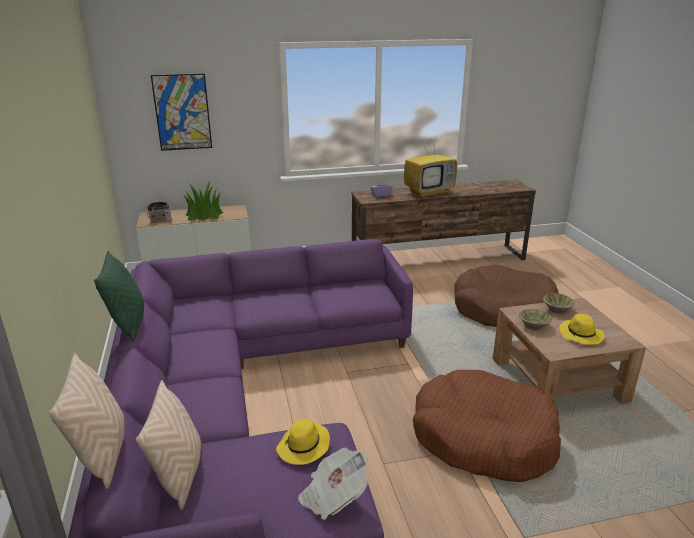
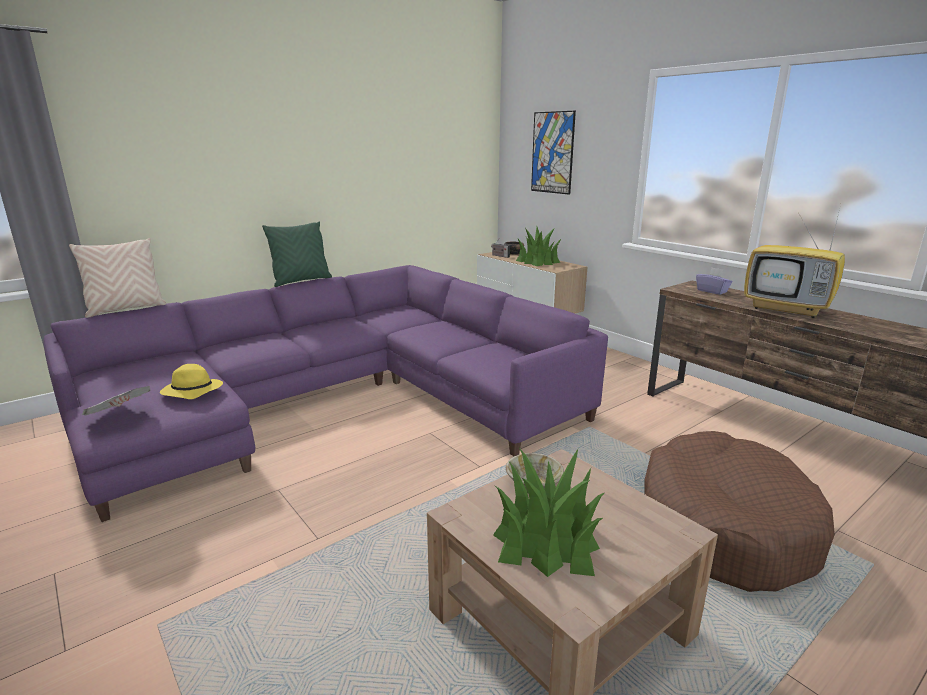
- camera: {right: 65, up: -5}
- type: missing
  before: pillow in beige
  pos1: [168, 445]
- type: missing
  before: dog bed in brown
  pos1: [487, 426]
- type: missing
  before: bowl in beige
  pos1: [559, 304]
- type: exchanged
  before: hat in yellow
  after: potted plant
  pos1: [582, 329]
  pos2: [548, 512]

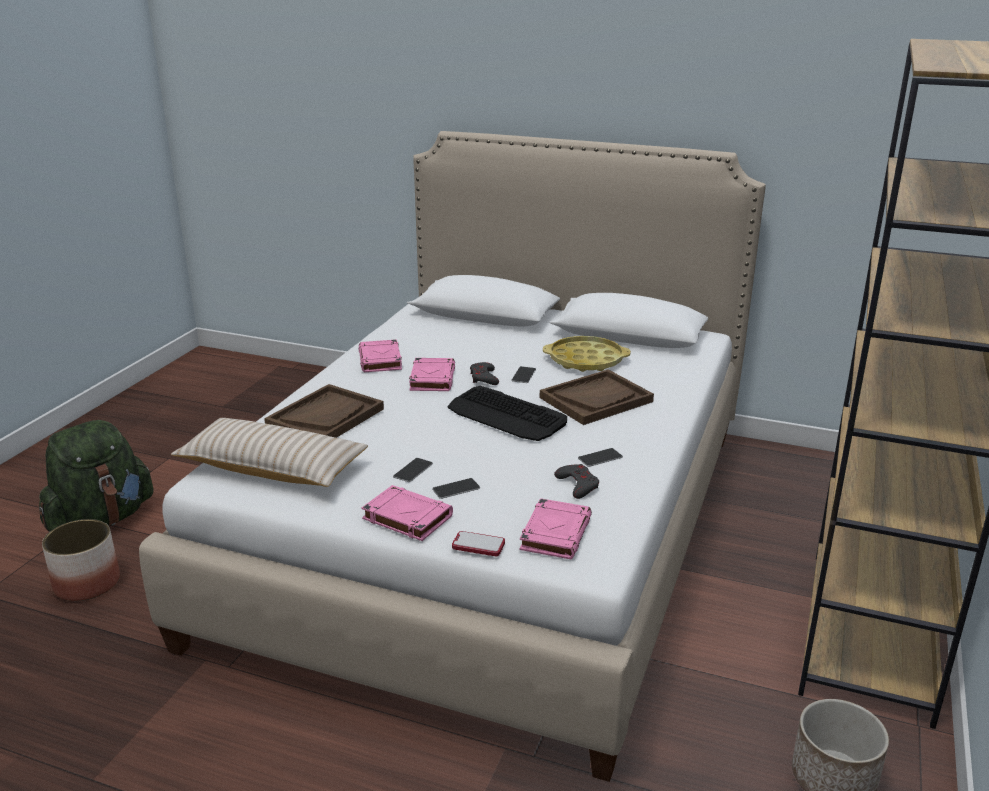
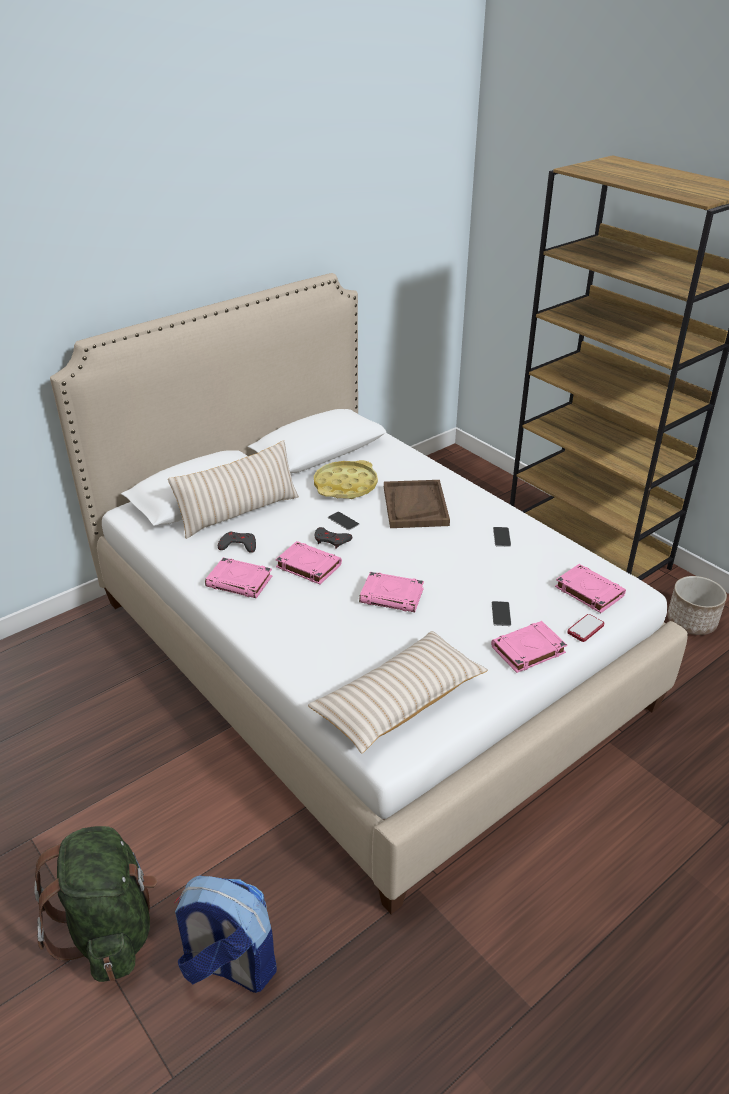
- camera: {right: -60, up: 10}
- type: missing
  before: tray in brown
  pos1: [324, 411]
- type: missing
  before: phone
  pos1: [413, 470]
- type: missing
  before: keyboard
  pos1: [507, 413]
- type: appeared
  after: pillow in beige
  pos2: [233, 489]
- type: appeared
  after: book in pink
  pos2: [391, 592]
- type: relocated
  before: game controller in grey
  pos1: [576, 481]
  pos2: [237, 542]
- type: exchanged
  before: planter
  after: backpack
  pos1: [81, 560]
  pos2: [226, 934]

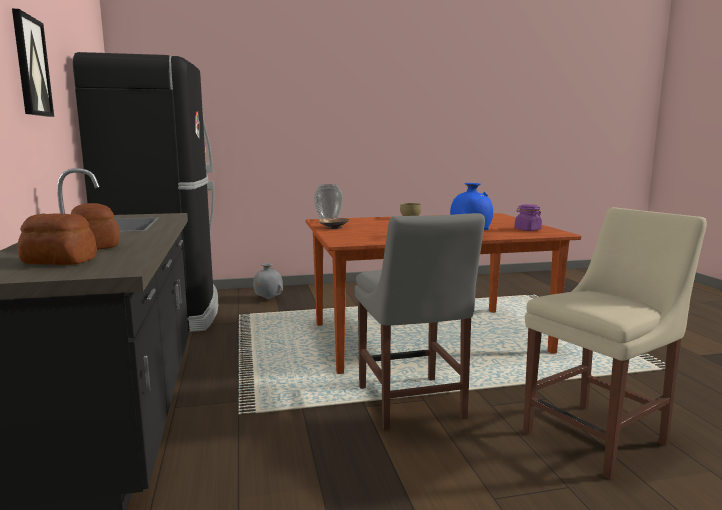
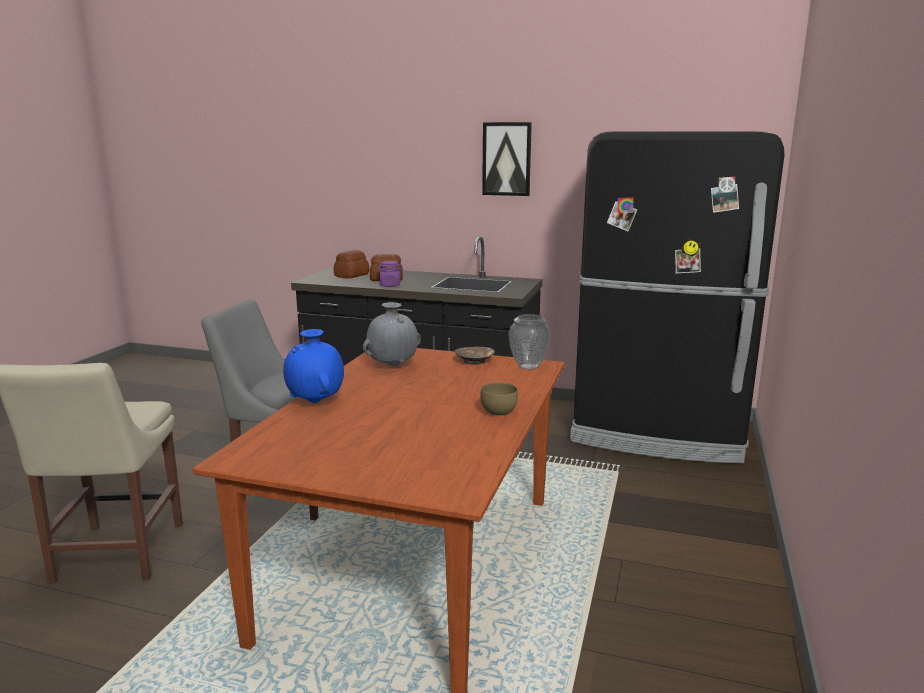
- camera: {right: 120, up: 5}
- type: relocated
  before: vase in grey
  pos1: [268, 281]
  pos2: [392, 334]
- type: relocated
  before: jar in purple
  pos1: [528, 217]
  pos2: [390, 274]

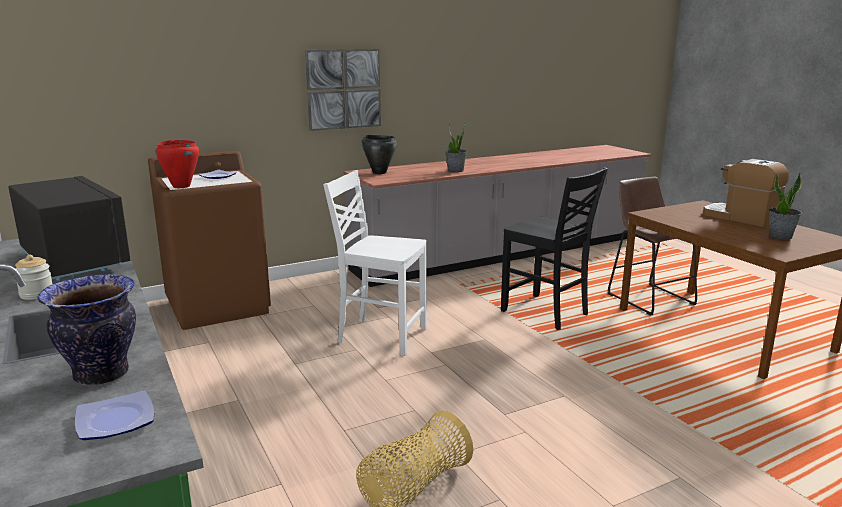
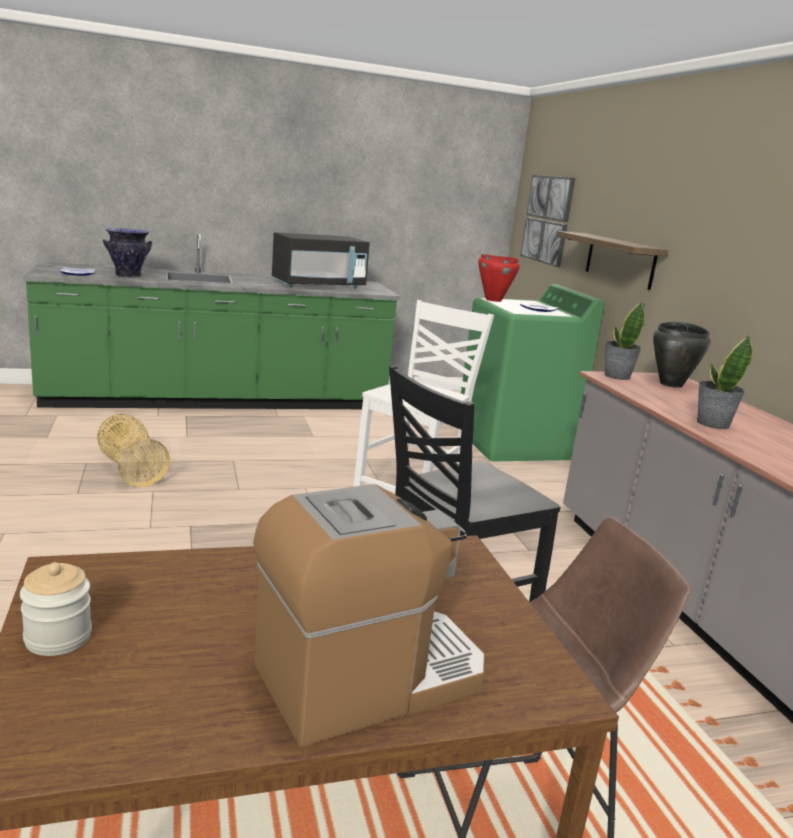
- camera: {right: 100, up: 0}
- type: appeared
  after: shelf
  pos2: [612, 260]
- type: relocated
  before: jar
  pos1: [33, 277]
  pos2: [56, 609]
- type: relocated
  before: picture
  pos1: [343, 90]
  pos2: [547, 221]
- type: relocated
  before: potted plant
  pos1: [785, 206]
  pos2: [624, 340]
- type: colour
  before: washing machine in brown
  after: washing machine in green
  pos1: [209, 240]
  pos2: [533, 372]

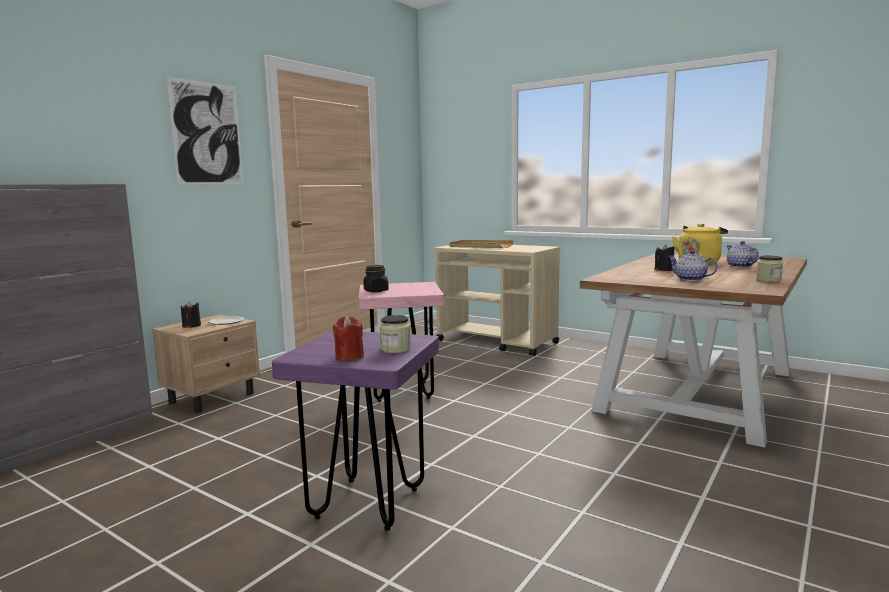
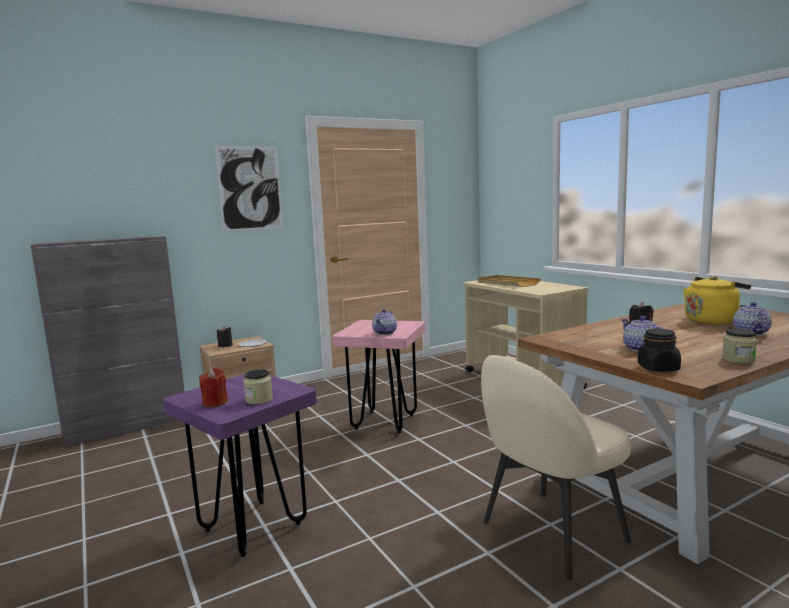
- camera: {right: 25, up: 0}
- type: appeared
  after: teapot
  pos2: [384, 322]
- type: appeared
  after: chair in beige
  pos2: [556, 467]
- type: relocated
  before: jar in black
  pos1: [376, 278]
  pos2: [659, 350]

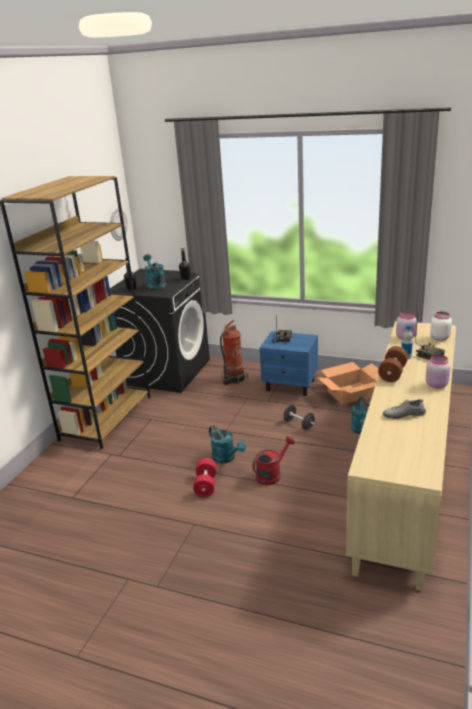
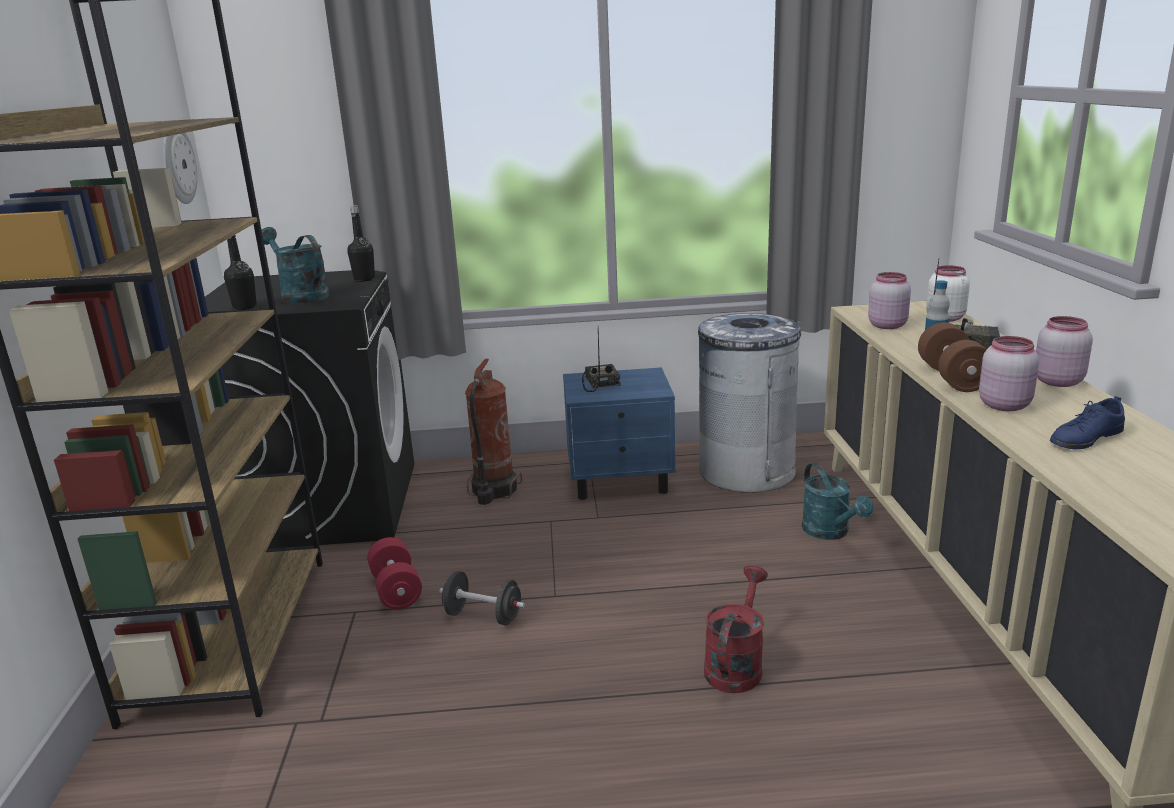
- camera: {right: -25, up: -5}
- type: missing
  before: watering can in turquoise
  pos1: [227, 444]
- type: appeared
  after: jar in pink
  pos2: [1009, 373]
- type: relocated
  before: dumbbell in red
  pos1: [205, 477]
  pos2: [394, 573]
- type: relocated
  before: dumbbell in black
  pos1: [299, 417]
  pos2: [482, 598]
- type: exchanged
  before: cardboard box
  after: trash can in grey
  pos1: [348, 383]
  pos2: [749, 403]
- type: colour
  before: shoe in grey
  after: shoe in blue
  pos1: [404, 409]
  pos2: [1087, 422]

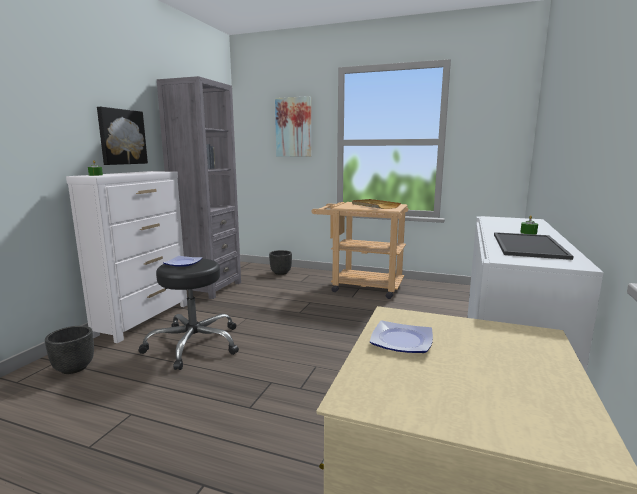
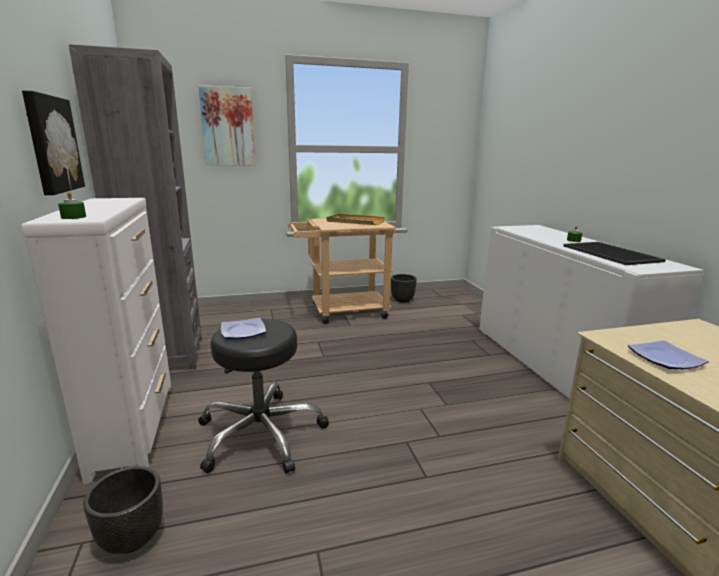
- camera: {right: -35, up: 5}
- type: relocated
  before: planter in black
  pos1: [280, 262]
  pos2: [404, 288]

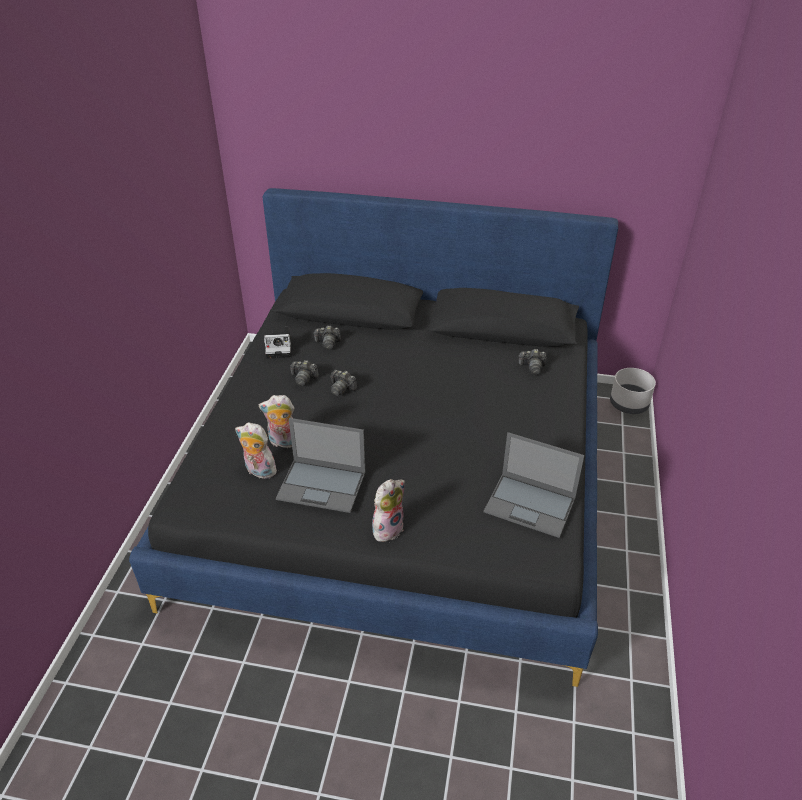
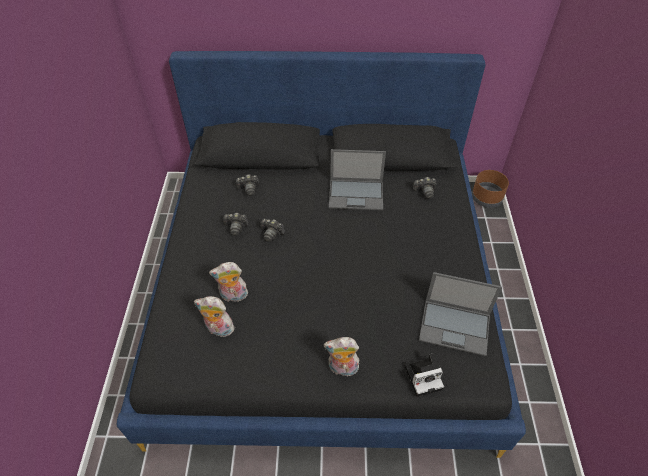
- camera: {right: -10, up: 10}
- type: relocated
  before: photo camera
  pos1: [278, 342]
  pos2: [424, 375]
- type: relocated
  before: laptop
  pos1: [321, 465]
  pos2: [357, 179]
- type: colour
  before: planter in grey
  after: planter in brown
  pos1: [633, 391]
  pos2: [490, 189]
- type: spun
  before: plush toy
  pos1: [388, 510]
  pos2: [341, 356]
  turn: -120

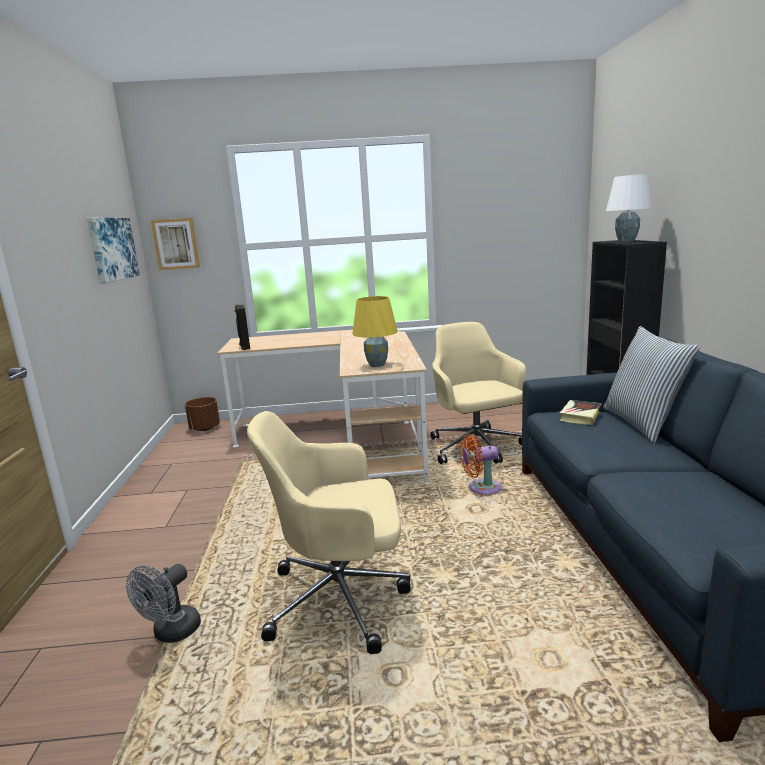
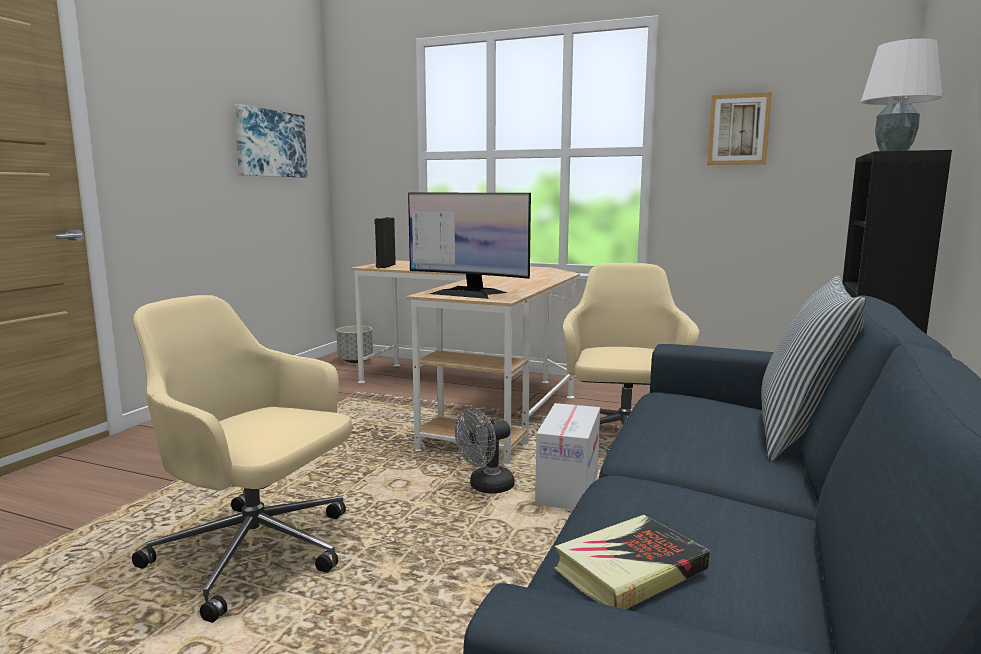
- camera: {right: 25, up: -5}
- type: relocated
  before: fan in grey
  pos1: [163, 603]
  pos2: [484, 451]
- type: relocated
  before: picture
  pos1: [175, 244]
  pos2: [739, 128]
- type: relocated
  before: book
  pos1: [580, 412]
  pos2: [632, 562]
- type: exchanged
  before: table lamp in yellow
  after: monitor
  pos1: [375, 331]
  pos2: [469, 246]
- type: exchanged
  before: fan in orange
  after: cardboard box
  pos1: [481, 464]
  pos2: [567, 456]
- type: colour
  before: planter in brown
  after: planter in grey
  pos1: [202, 414]
  pos2: [355, 344]

